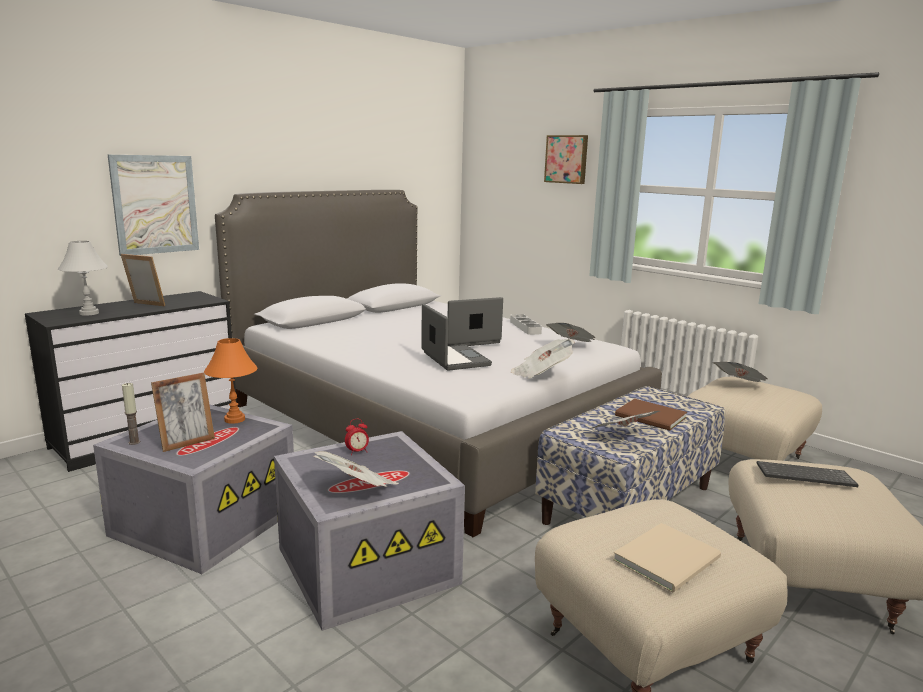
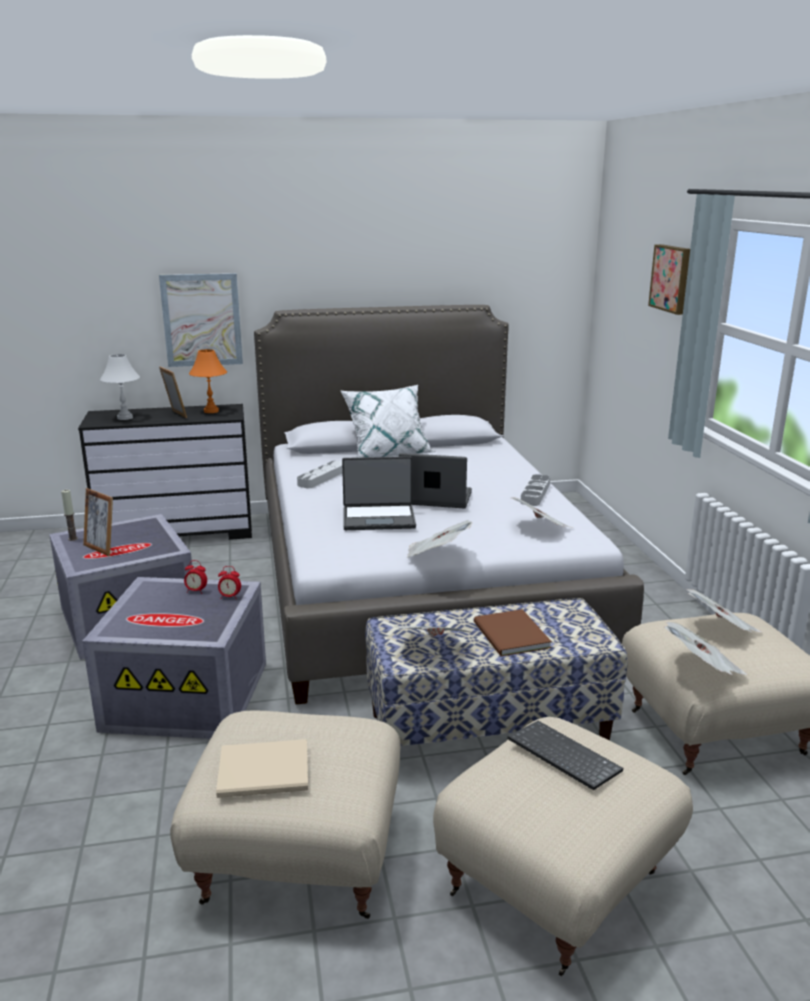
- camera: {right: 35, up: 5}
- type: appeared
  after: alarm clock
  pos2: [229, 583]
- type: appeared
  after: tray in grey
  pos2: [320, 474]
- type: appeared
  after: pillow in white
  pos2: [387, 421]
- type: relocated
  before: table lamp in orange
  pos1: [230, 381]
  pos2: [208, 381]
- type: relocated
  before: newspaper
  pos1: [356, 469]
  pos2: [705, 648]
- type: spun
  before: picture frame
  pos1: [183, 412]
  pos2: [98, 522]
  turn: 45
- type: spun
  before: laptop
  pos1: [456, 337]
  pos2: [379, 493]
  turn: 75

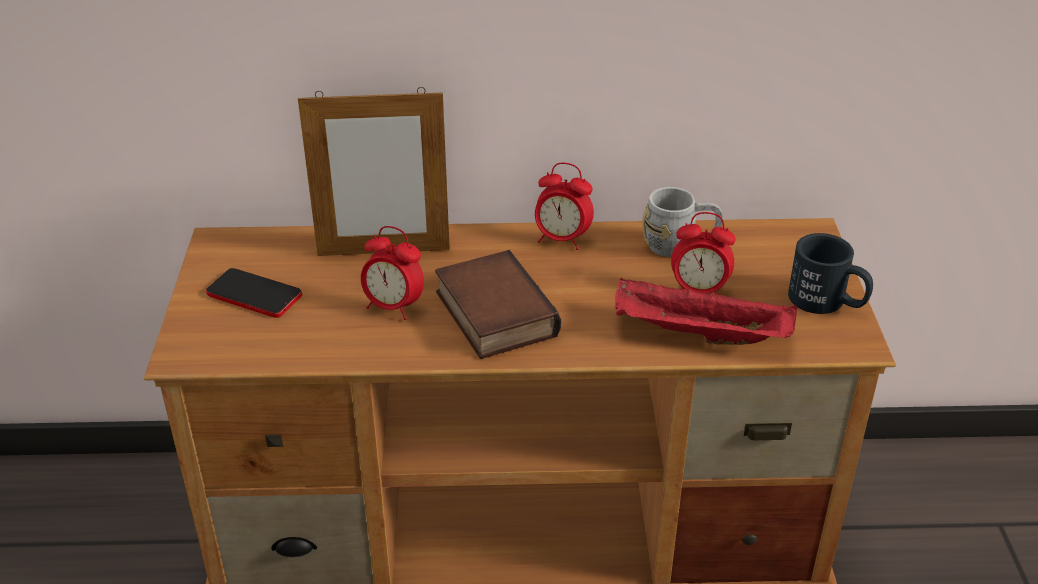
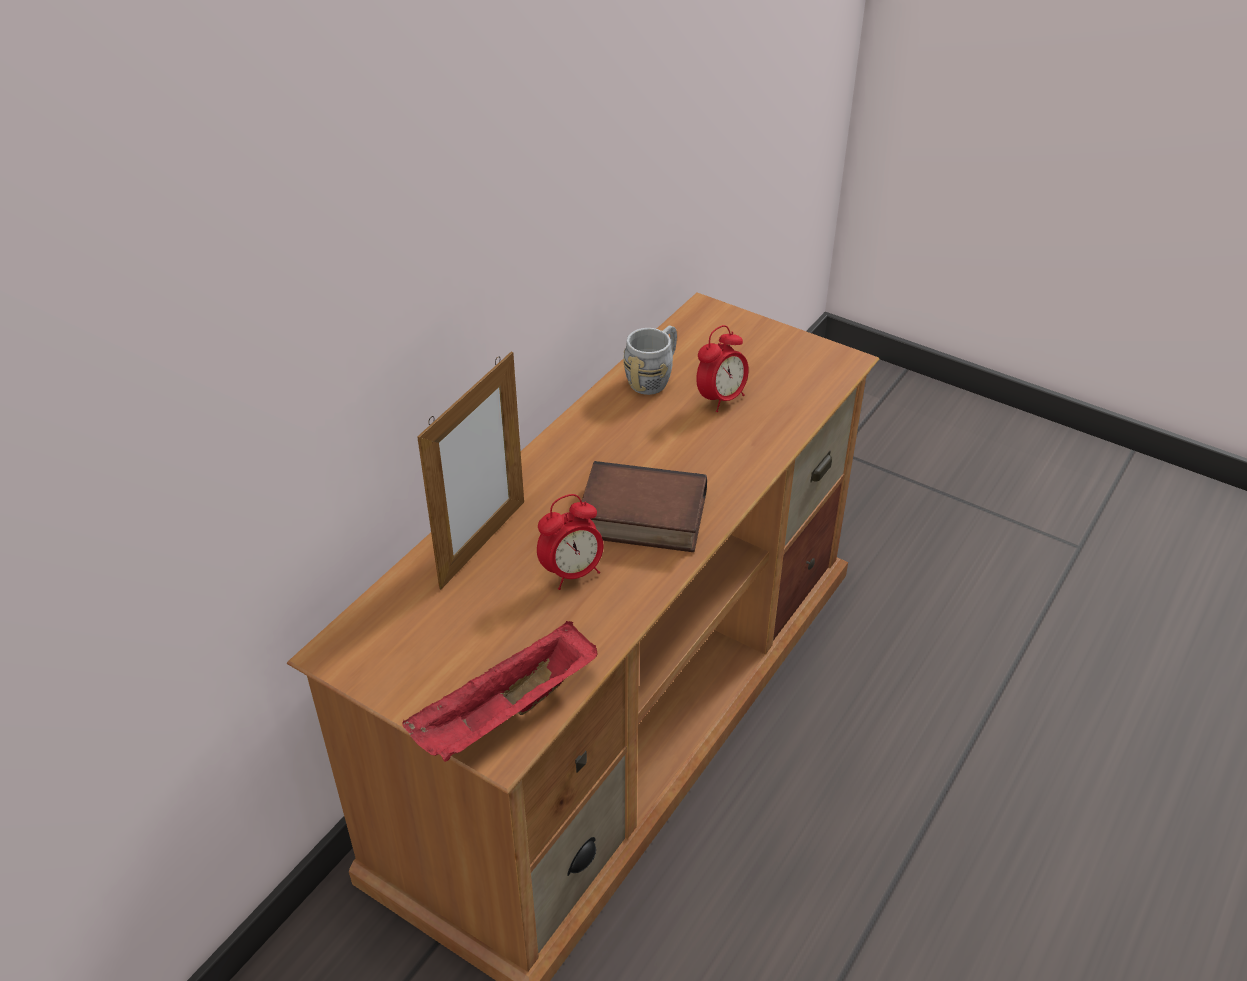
- camera: {right: -55, up: 5}
- type: missing
  before: phone
  pos1: [254, 293]
- type: missing
  before: alarm clock
  pos1: [564, 206]
- type: missing
  before: mug in black
  pos1: [830, 273]
- type: relocated
  before: tray in red
  pos1: [706, 311]
  pos2: [499, 691]

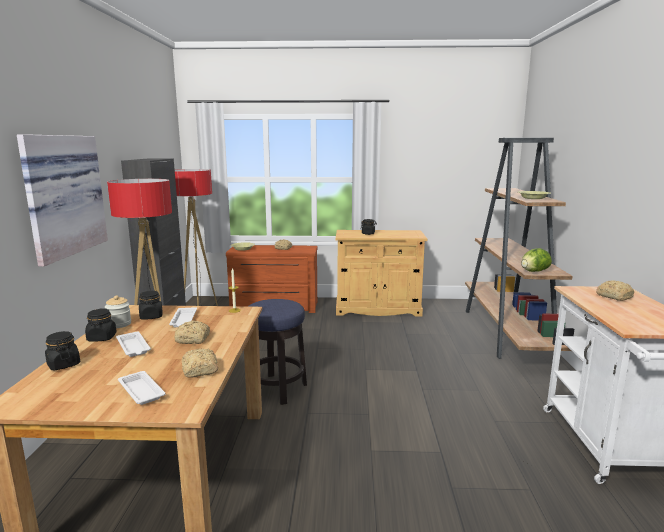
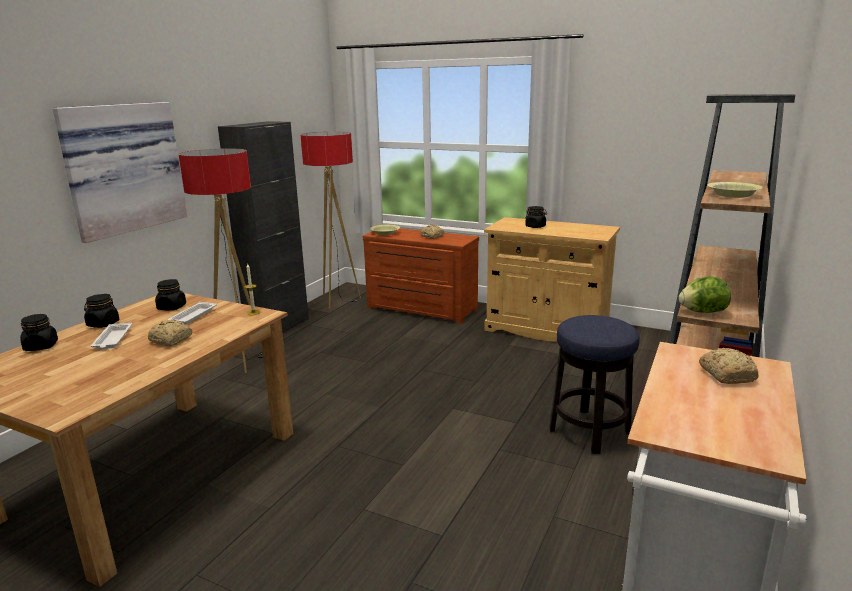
- camera: {right: 25, up: 5}
- type: missing
  before: jar
  pos1: [118, 311]
- type: missing
  before: tray in white
  pos1: [142, 388]
- type: missing
  before: bread
  pos1: [200, 363]
- type: relocated
  before: stool
  pos1: [277, 352]
  pos2: [594, 384]

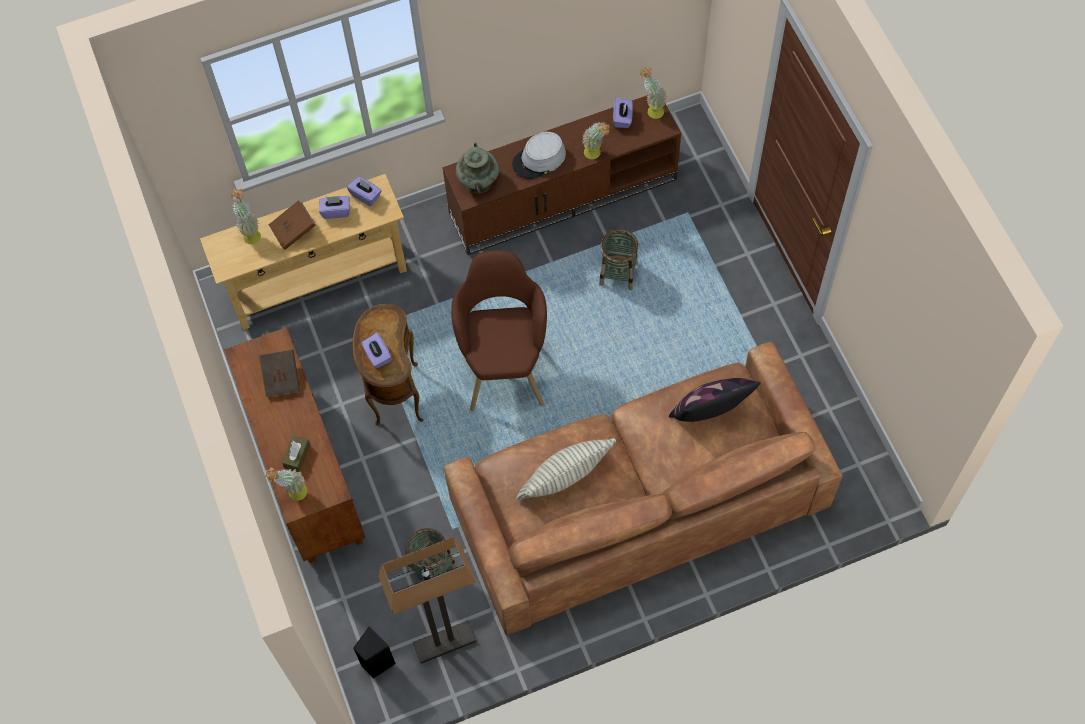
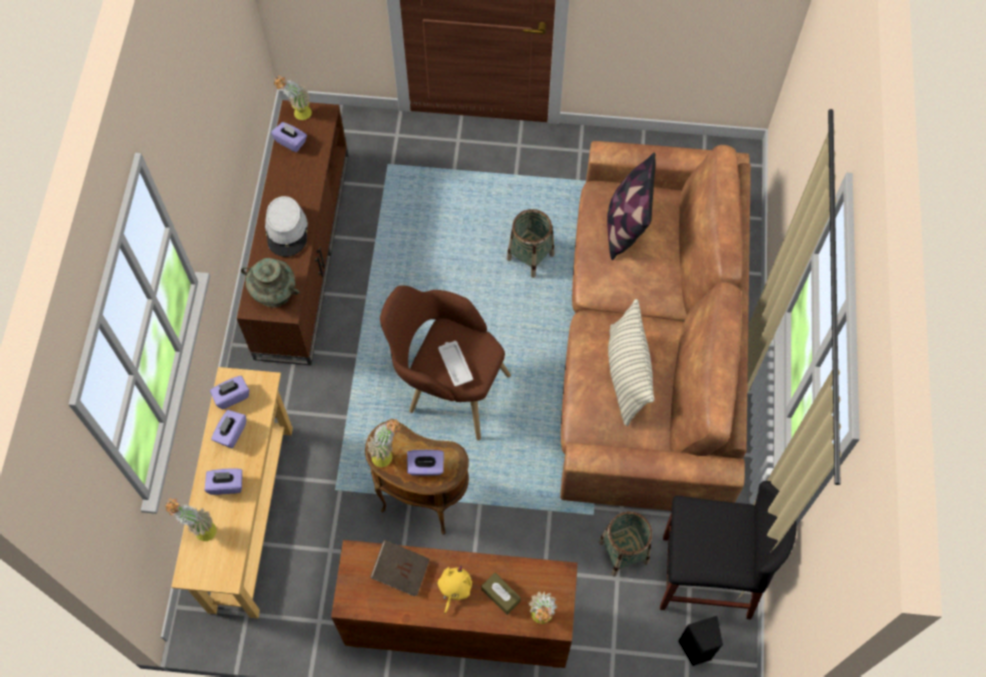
- camera: {right: -65, up: 0}
- type: appeared
  after: tray in white
  pos2: [455, 364]
- type: appeared
  after: plush toy in yellow
  pos2: [455, 590]
- type: relocated
  before: potted plant
  pos1: [596, 140]
  pos2: [384, 443]
- type: relocated
  before: basket
  pos1: [618, 260]
  pos2: [530, 243]
- type: exchanged
  before: book in brown
  after: tissue box in purple
  pos1: [292, 225]
  pos2: [223, 481]
- type: exchanged
  before: floor lamp
  after: stool in black
  pos1: [427, 600]
  pos2: [728, 550]

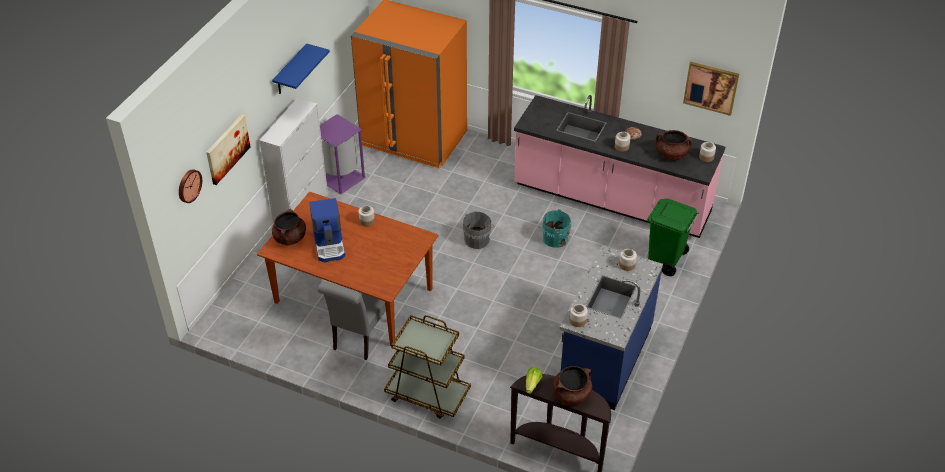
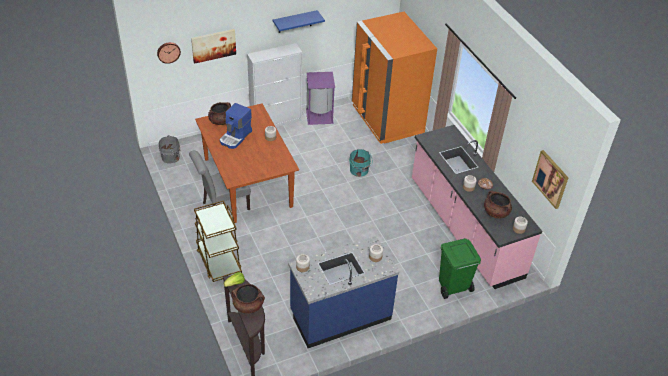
- camera: {right: 40, up: 0}
- type: relocated
  before: bucket in grey
  pos1: [478, 230]
  pos2: [169, 149]
- type: relocated
  before: bucket in turquoise
  pos1: [556, 228]
  pos2: [360, 163]

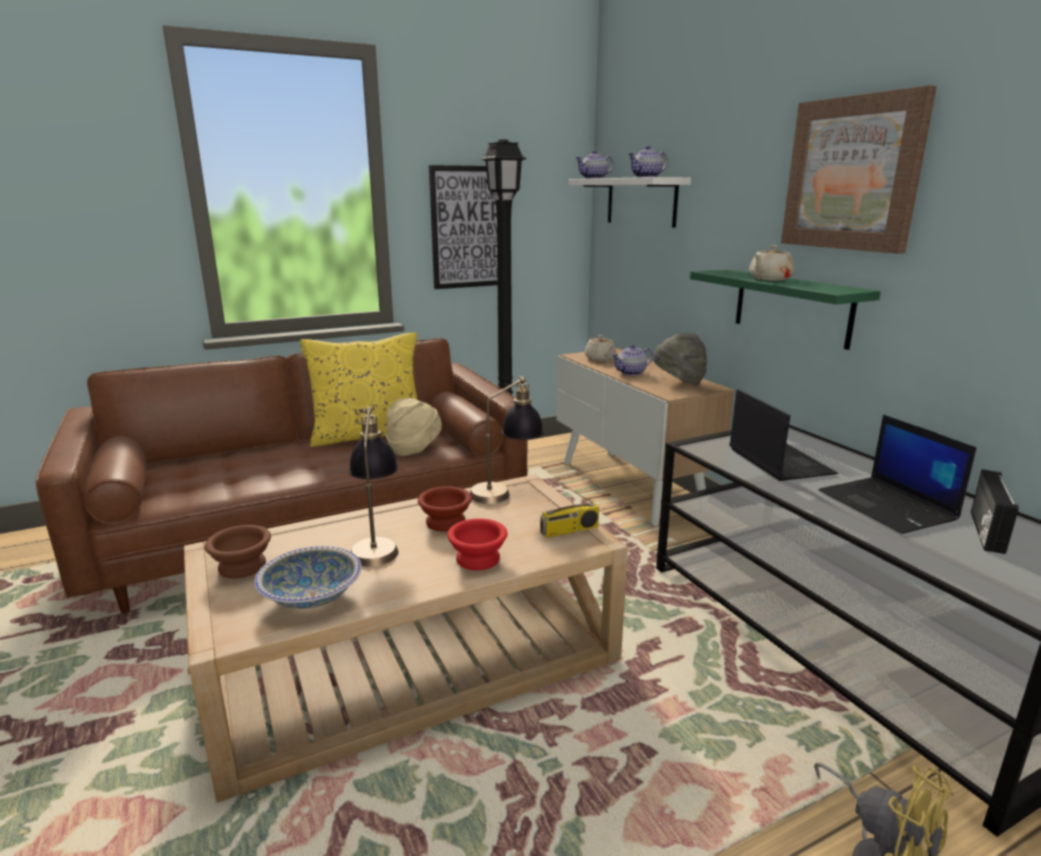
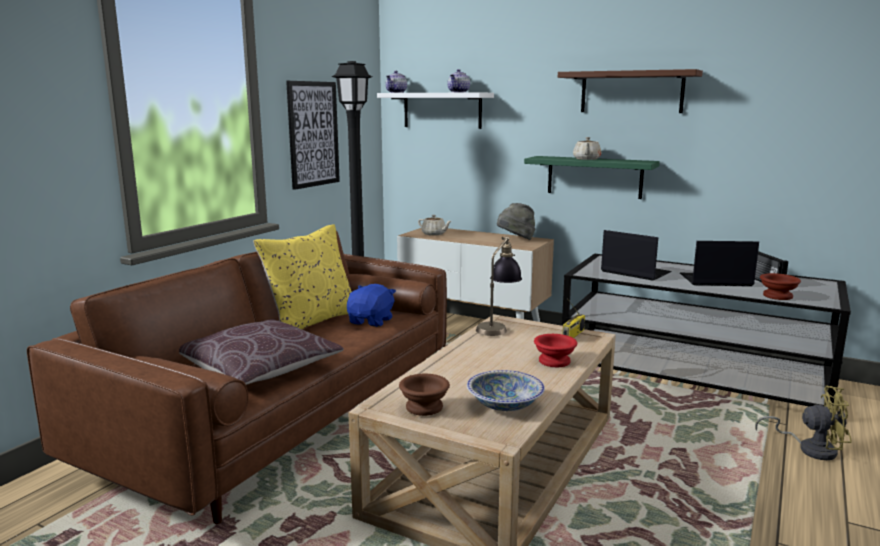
- camera: {right: -35, up: -5}
- type: missing
  before: table lamp
  pos1: [374, 487]
- type: missing
  before: teapot
  pos1: [632, 360]
- type: appeared
  after: pillow in brown
  pos2: [261, 352]
- type: relocated
  before: bowl in brown
  pos1: [445, 509]
  pos2: [780, 286]
- type: exchanged
  before: hat in beige
  after: plush toy in blue
  pos1: [414, 427]
  pos2: [371, 305]
- type: exchanged
  before: picture
  after: shelf in brown
  pos1: [859, 169]
  pos2: [630, 91]
- type: spun
  before: laptop
  pos1: [897, 474]
  pos2: [719, 263]
  turn: 150

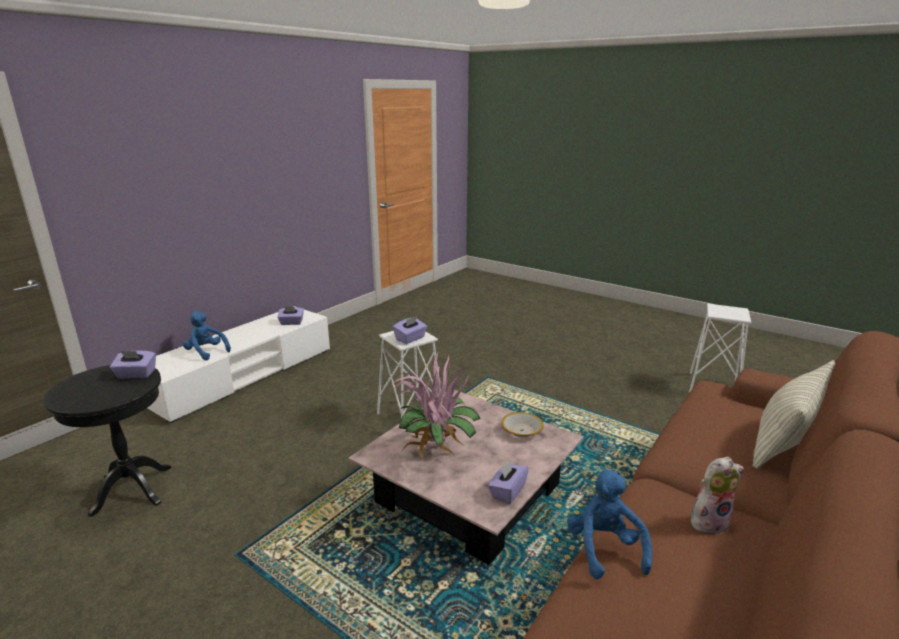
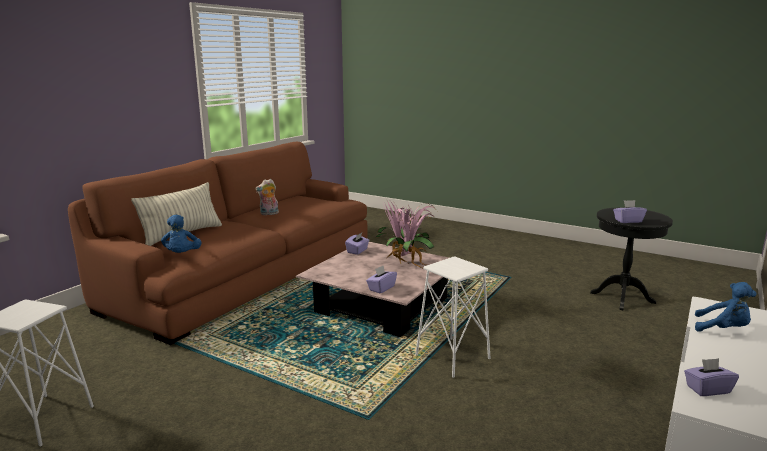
- camera: {right: 175, up: -5}
- type: missing
  before: bowl
  pos1: [522, 424]
- type: relocated
  before: tissue box in purple
  pos1: [410, 330]
  pos2: [381, 279]
- type: relocated
  before: plush toy in blue
  pos1: [609, 524]
  pos2: [181, 234]

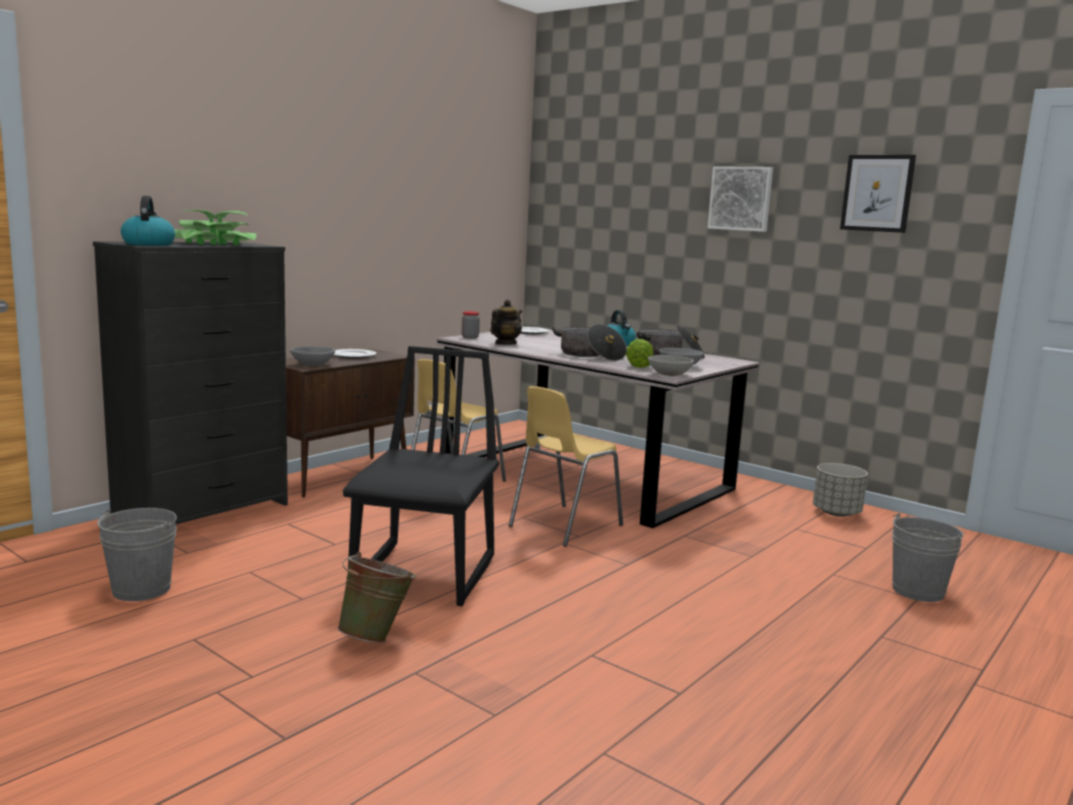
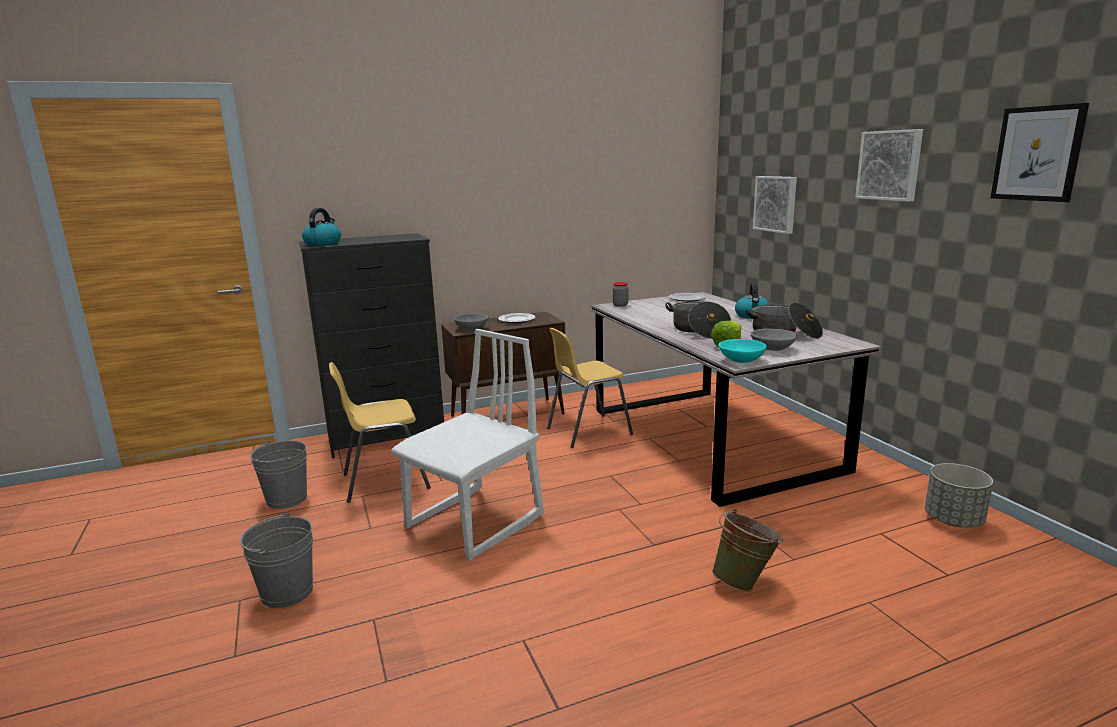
- camera: {right: 30, up: 5}
- type: missing
  before: potted plant
  pos1: [215, 227]
- type: missing
  before: teapot
  pos1: [506, 322]
- type: appeared
  after: picture
  pos2: [775, 205]
- type: relocated
  before: bucket in green
  pos1: [376, 597]
  pos2: [747, 550]
- type: relocated
  before: chair in yellow
  pos1: [566, 466]
  pos2: [380, 432]
- type: relocated
  before: bucket in grey
  pos1: [928, 557]
  pos2: [276, 560]
- type: colour
  before: chair in black
  after: chair in white
  pos1: [421, 476]
  pos2: [467, 445]
- type: colour
  before: bowl in grey
  after: bowl in turquoise
  pos1: [671, 365]
  pos2: [742, 351]

